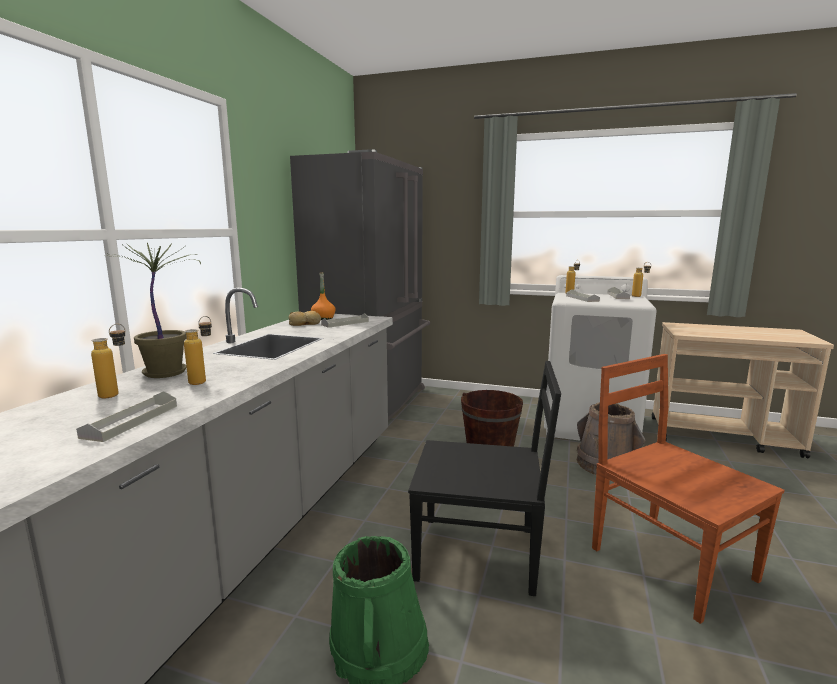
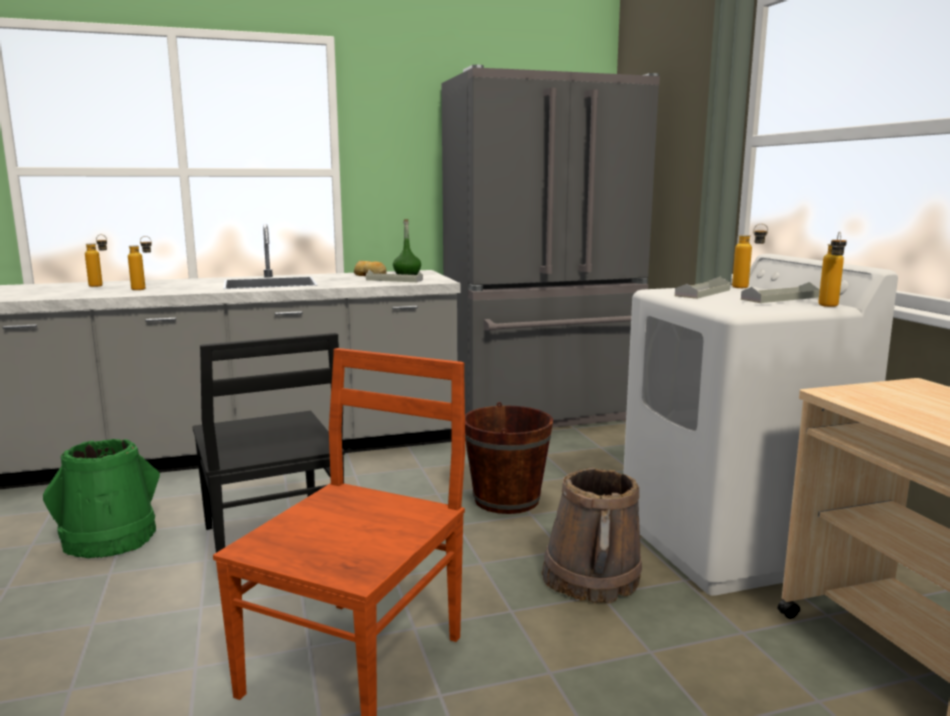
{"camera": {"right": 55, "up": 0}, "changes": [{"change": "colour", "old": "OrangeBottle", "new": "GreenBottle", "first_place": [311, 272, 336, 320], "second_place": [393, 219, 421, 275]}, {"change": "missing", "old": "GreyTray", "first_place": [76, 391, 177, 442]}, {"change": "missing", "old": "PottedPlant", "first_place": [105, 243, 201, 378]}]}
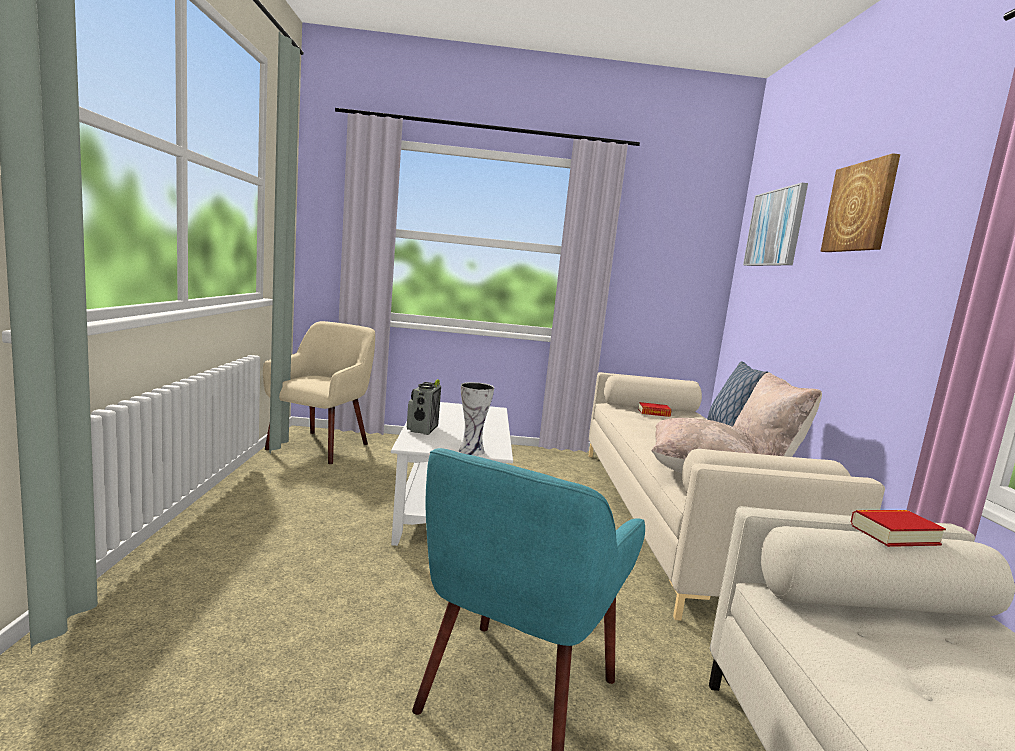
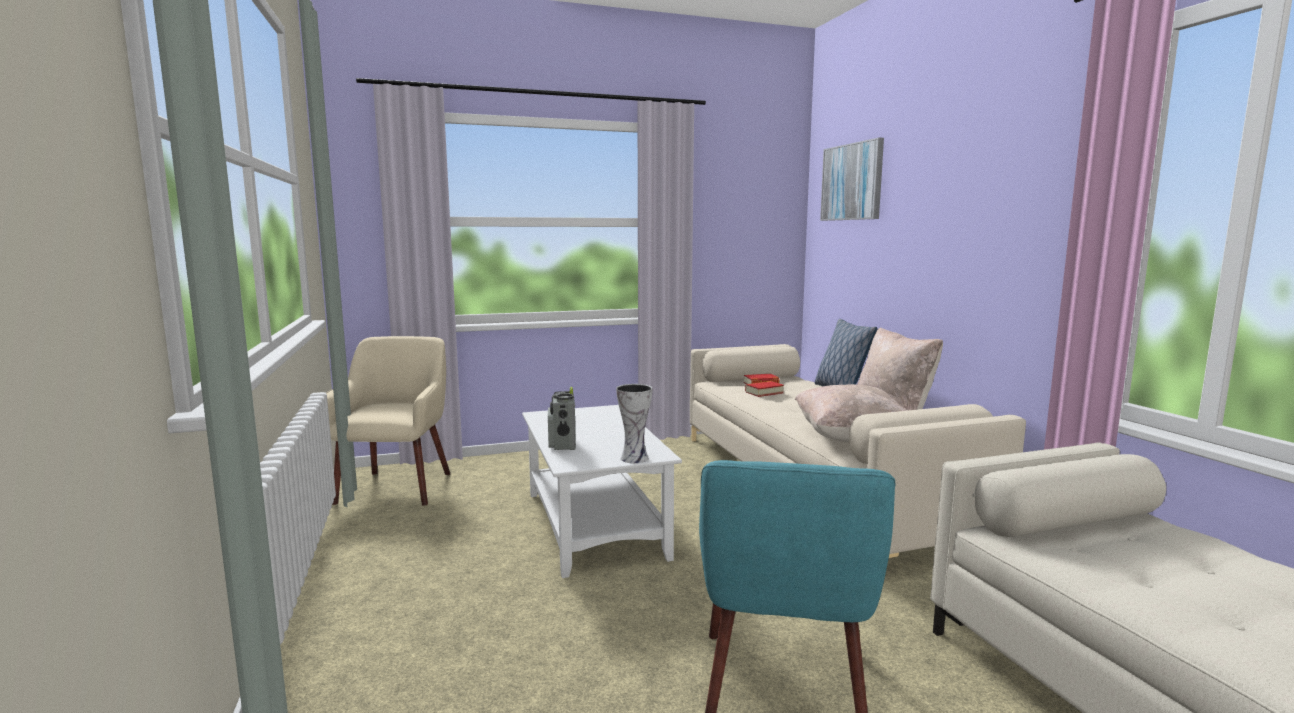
{"camera": {"right": -15, "up": 0}, "changes": [{"change": "relocated", "old": "Book", "first_place": [850, 510, 946, 547], "second_place": [745, 381, 784, 397]}, {"change": "missing", "old": "Picture", "first_place": [820, 153, 900, 252]}]}
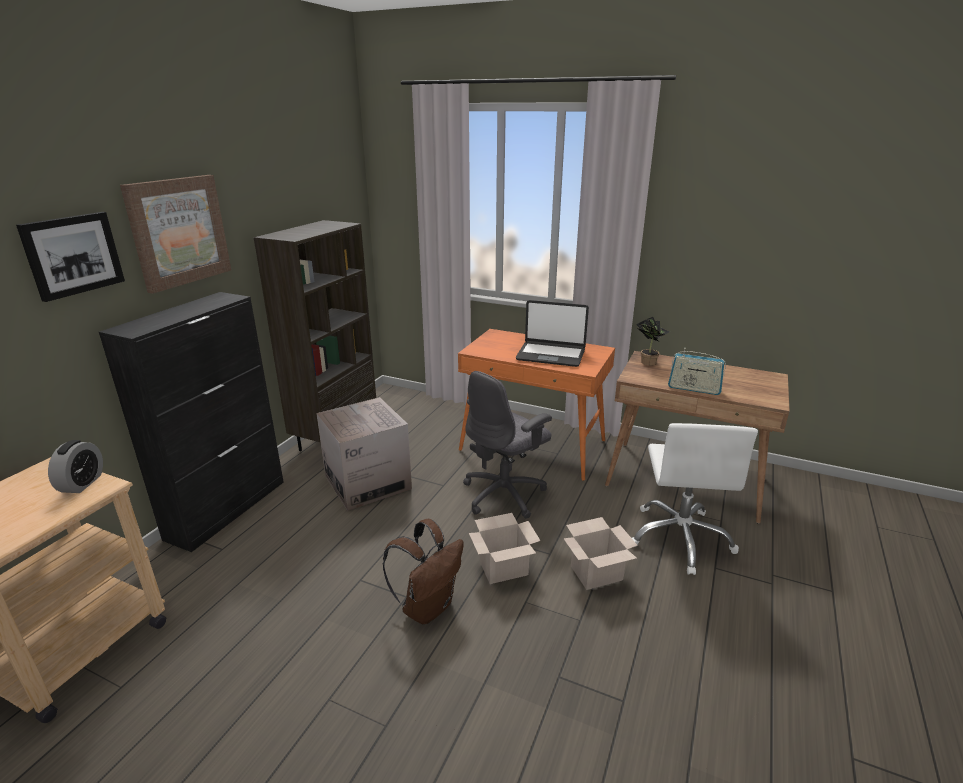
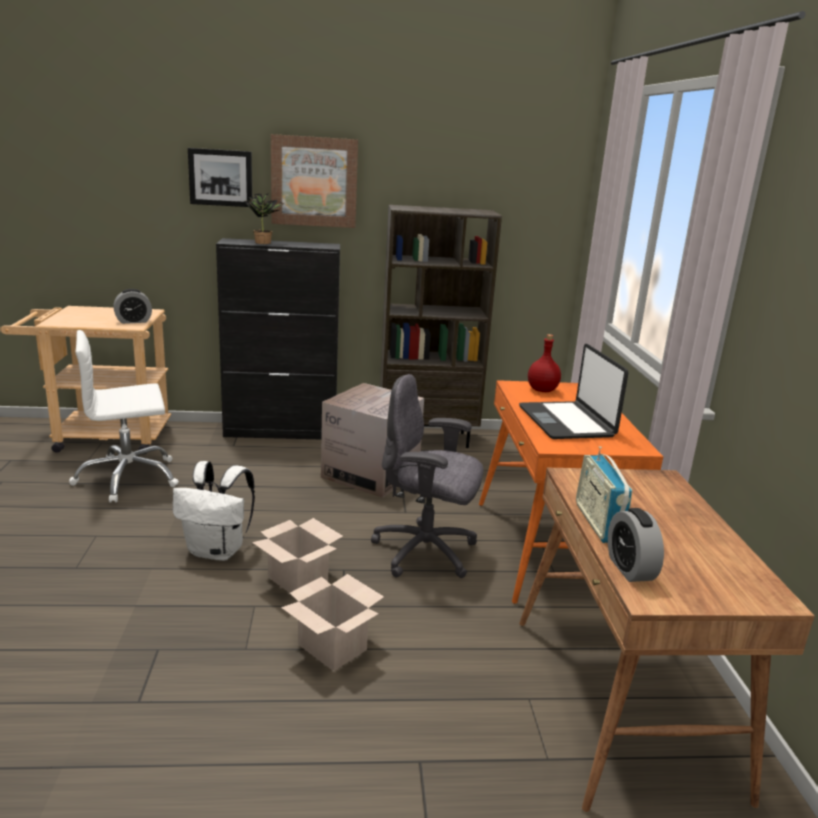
{"camera": {"right": 60, "up": -5}, "changes": [{"change": "relocated", "old": "WhiteOfficeChair", "first_place": [632, 423, 758, 575], "second_place": [69, 330, 179, 503]}, {"change": "colour", "old": "BrownBackpack", "new": "WhiteBackpack", "first_place": [382, 519, 464, 624], "second_place": [173, 461, 255, 561]}, {"change": "relocated", "old": "PottedPlant", "first_place": [636, 317, 670, 366], "second_place": [244, 193, 284, 244]}, {"change": "appeared", "new": "RedBottle", "second_place": [528, 334, 561, 392]}, {"change": "appeared", "new": "AlarmClock", "second_place": [608, 508, 664, 582]}]}
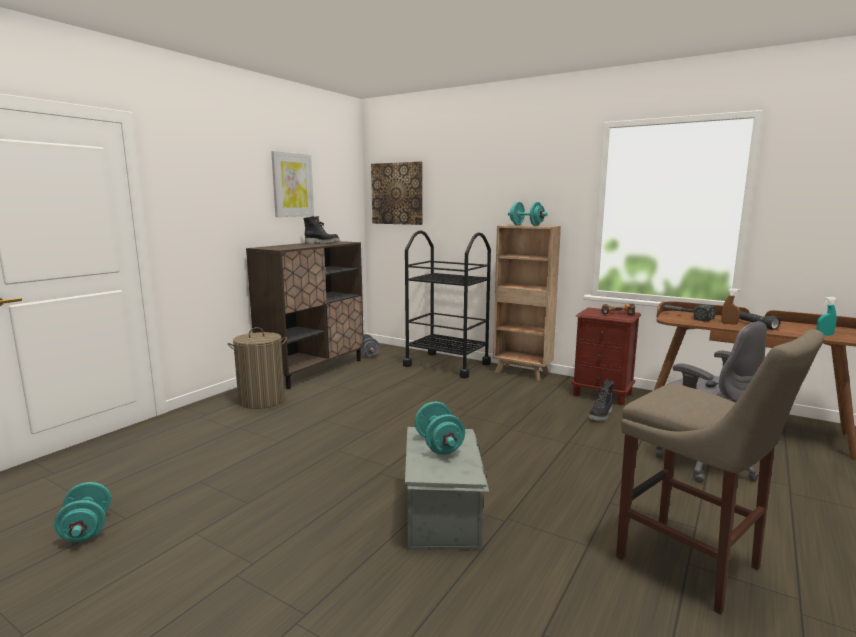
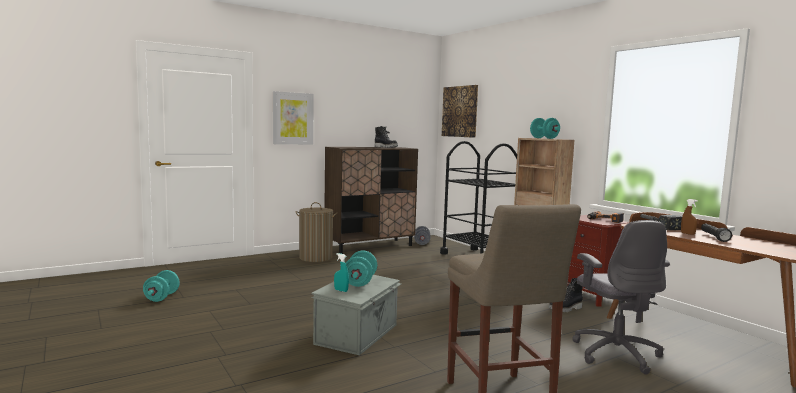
{"camera": {"right": 25, "up": -5}, "changes": [{"change": "relocated", "old": "Picture", "first_place": [271, 151, 314, 217], "second_place": [273, 91, 314, 145]}, {"change": "relocated", "old": "TurquoiseSprayBottle", "first_place": [816, 297, 837, 336], "second_place": [334, 253, 349, 292]}]}
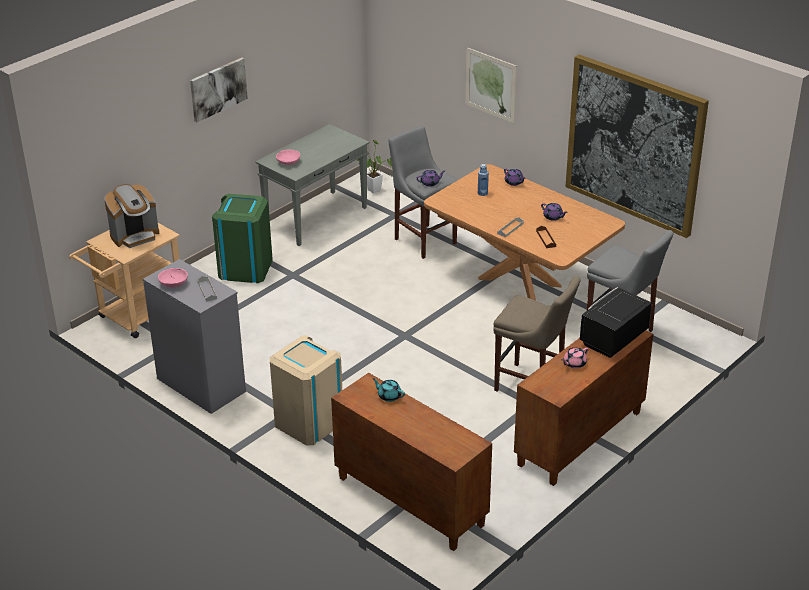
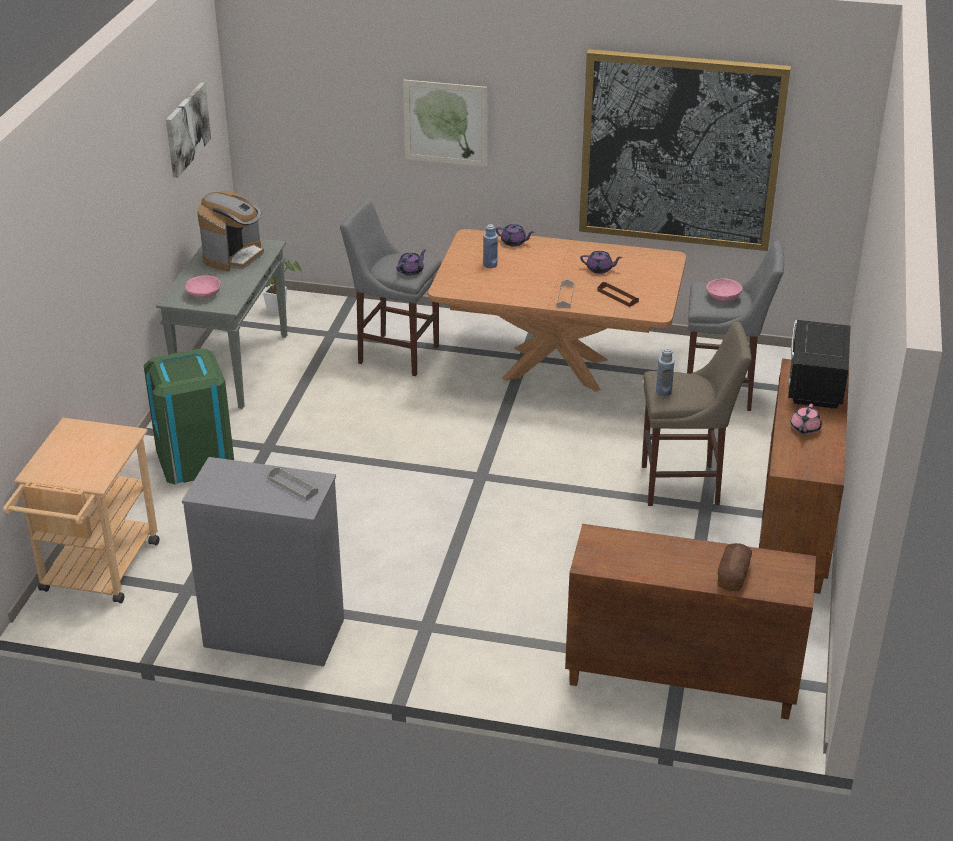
{"camera": {"right": -30, "up": 0}, "changes": [{"change": "relocated", "old": "Picture", "first_place": [190, 58, 248, 122], "second_place": [166, 82, 211, 178]}, {"change": "relocated", "old": "CoffeeMachine", "first_place": [104, 184, 159, 248], "second_place": [197, 191, 264, 272]}, {"change": "appeared", "new": "BlueBottle", "second_place": [656, 348, 675, 396]}, {"change": "relocated", "old": "PinkBowl", "first_place": [158, 268, 188, 288], "second_place": [706, 278, 743, 301]}, {"change": "appeared", "new": "Bread", "second_place": [717, 543, 752, 591]}, {"change": "missing", "old": "BeigeTrashCan", "first_place": [270, 336, 342, 446]}, {"change": "missing", "old": "TurquoiseTeapot", "first_place": [372, 378, 405, 402]}]}
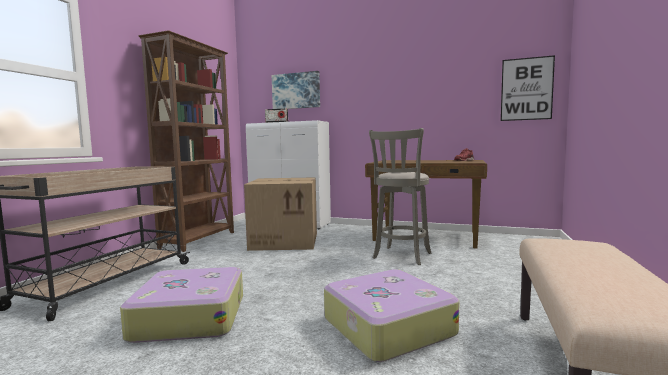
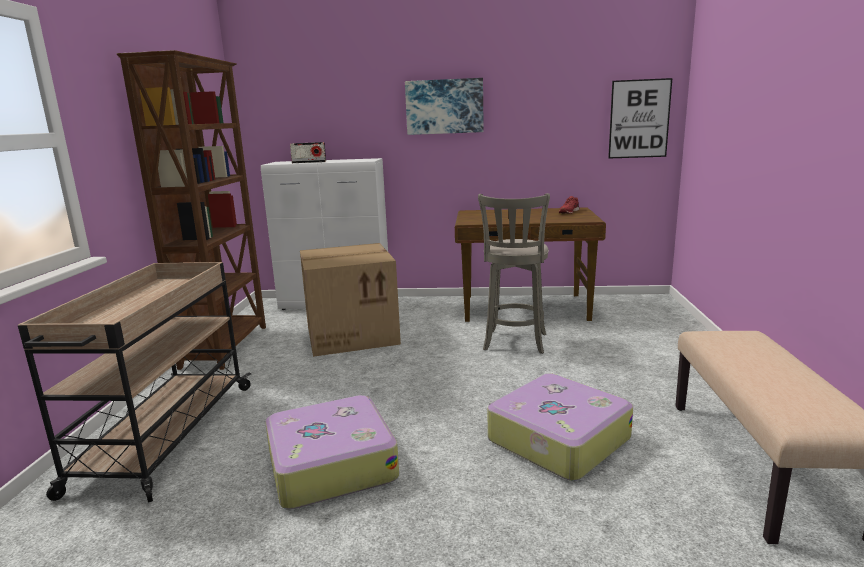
{"camera": {"right": -15, "up": 10}, "changes": [{"change": "relocated", "old": "Picture", "first_place": [272, 71, 320, 109], "second_place": [405, 78, 484, 135]}]}
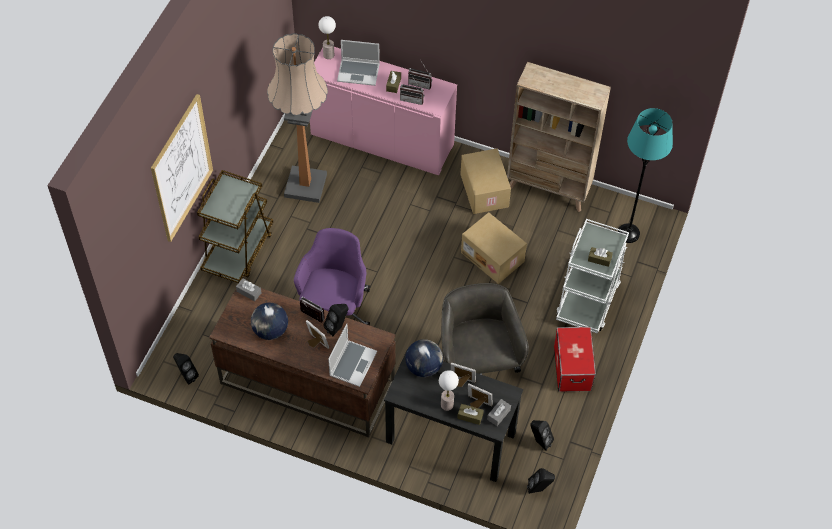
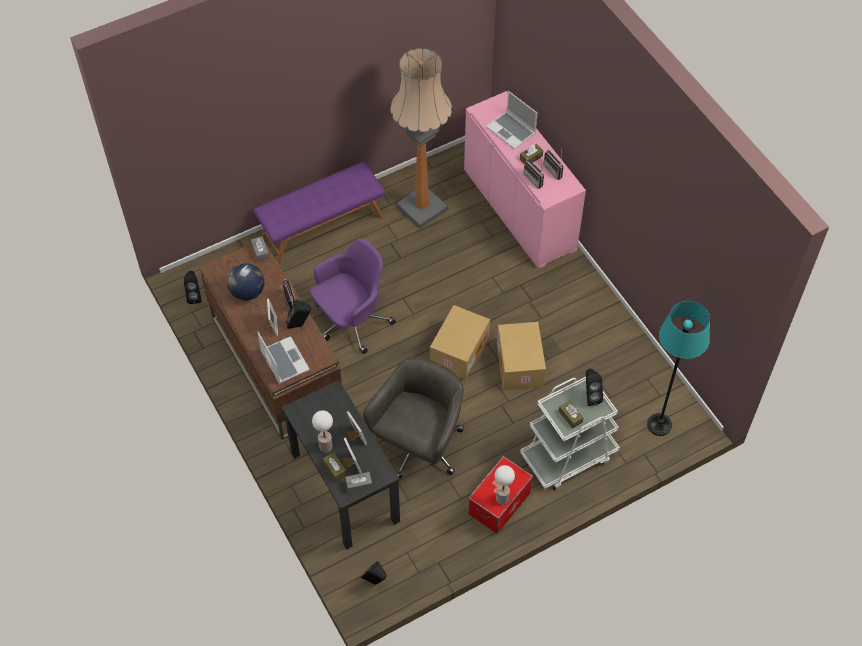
{"camera": {"right": 40, "up": 0}, "changes": [{"change": "exchanged", "old": "BrownCart", "new": "PurpleBench", "first_place": [197, 170, 273, 283], "second_place": [254, 162, 385, 264]}, {"change": "spun", "old": "Laptop", "first_place": [328, 324, 377, 387], "second_place": [257, 332, 310, 384], "degrees": -90}, {"change": "relocated", "old": "CardboardBox", "first_place": [460, 148, 511, 214], "second_place": [430, 305, 490, 380]}, {"change": "relocated", "old": "TableLamp", "first_place": [319, 16, 336, 59], "second_place": [495, 465, 515, 505]}, {"change": "relocated", "old": "BlackSpeaker", "first_place": [530, 420, 554, 450], "second_place": [586, 369, 603, 406]}, {"change": "missing", "old": "Picture", "first_place": [151, 94, 213, 242]}, {"change": "missing", "old": "Globe", "first_place": [405, 339, 443, 377]}, {"change": "missing", "old": "BeigeBookcase", "first_place": [507, 62, 611, 212]}]}
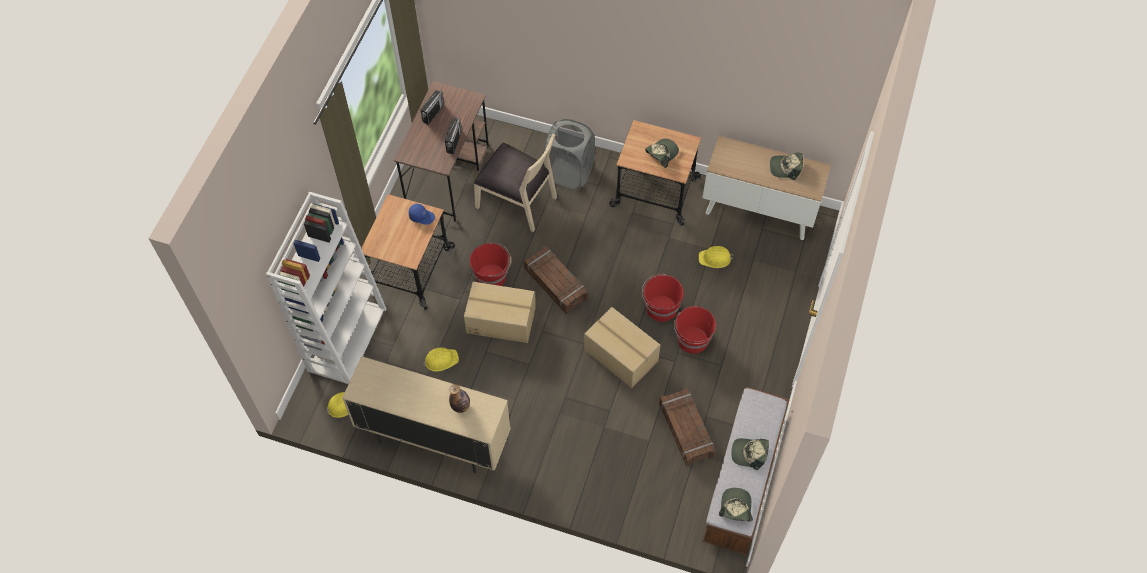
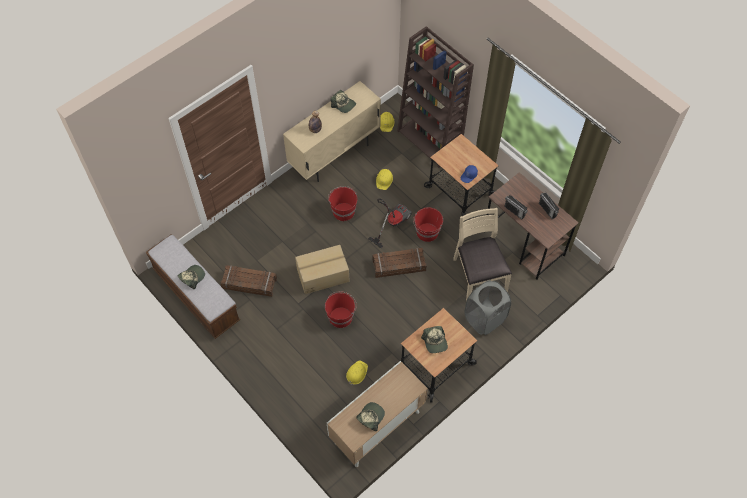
{"camera": {"right": 120, "up": 0}, "changes": [{"change": "relocated", "old": "RedBucket", "first_place": [674, 306, 716, 354], "second_place": [328, 186, 357, 221]}, {"change": "relocated", "old": "Cap", "first_place": [719, 488, 753, 522], "second_place": [330, 90, 356, 113]}, {"change": "exchanged", "old": "CardboardBox", "new": "VacuumCleaner", "first_place": [464, 282, 536, 343], "second_place": [368, 198, 412, 248]}, {"change": "colour", "old": "WhiteBookcase", "new": "BrownBookcase", "first_place": [266, 192, 387, 384], "second_place": [397, 26, 474, 168]}, {"change": "spun", "old": "BeigeChair", "first_place": [474, 134, 557, 232], "second_place": [453, 208, 512, 301], "degrees": 105}]}
